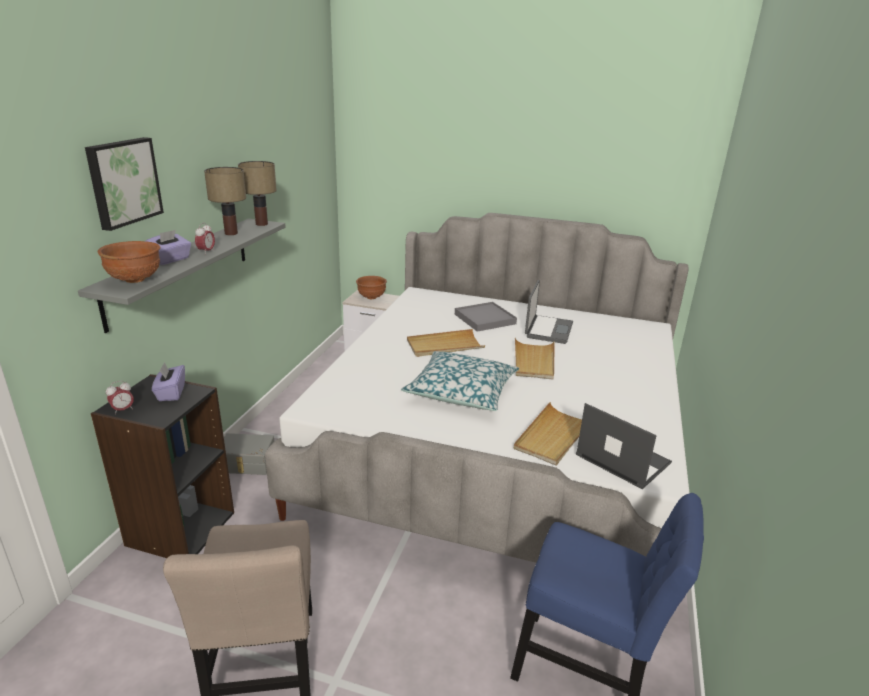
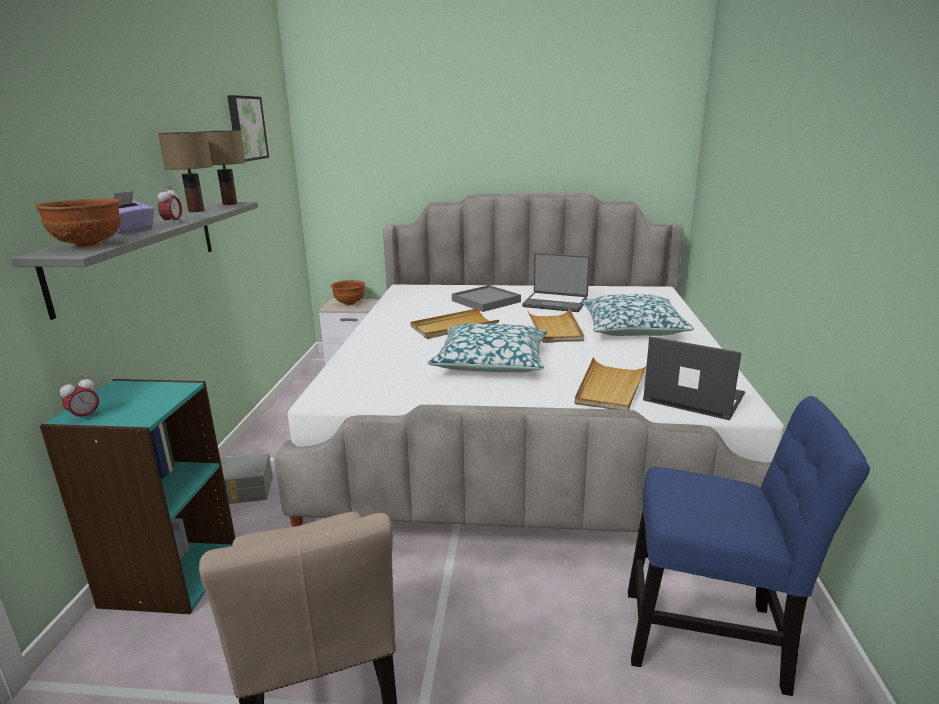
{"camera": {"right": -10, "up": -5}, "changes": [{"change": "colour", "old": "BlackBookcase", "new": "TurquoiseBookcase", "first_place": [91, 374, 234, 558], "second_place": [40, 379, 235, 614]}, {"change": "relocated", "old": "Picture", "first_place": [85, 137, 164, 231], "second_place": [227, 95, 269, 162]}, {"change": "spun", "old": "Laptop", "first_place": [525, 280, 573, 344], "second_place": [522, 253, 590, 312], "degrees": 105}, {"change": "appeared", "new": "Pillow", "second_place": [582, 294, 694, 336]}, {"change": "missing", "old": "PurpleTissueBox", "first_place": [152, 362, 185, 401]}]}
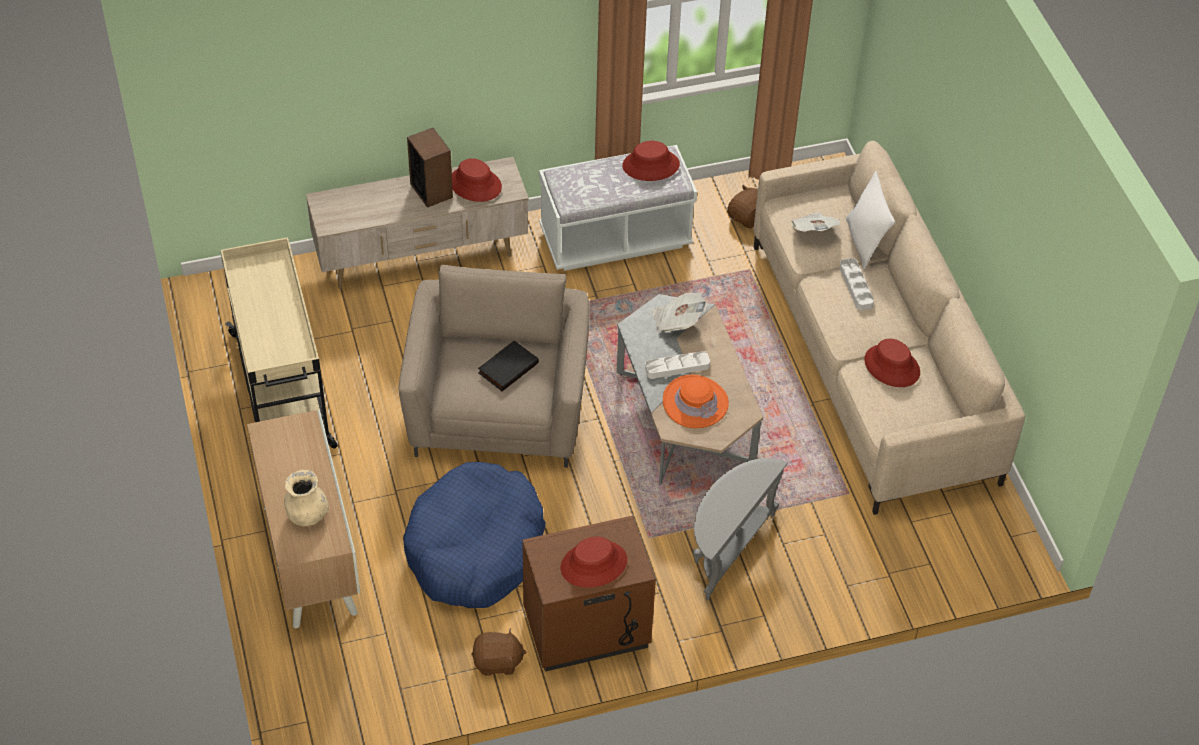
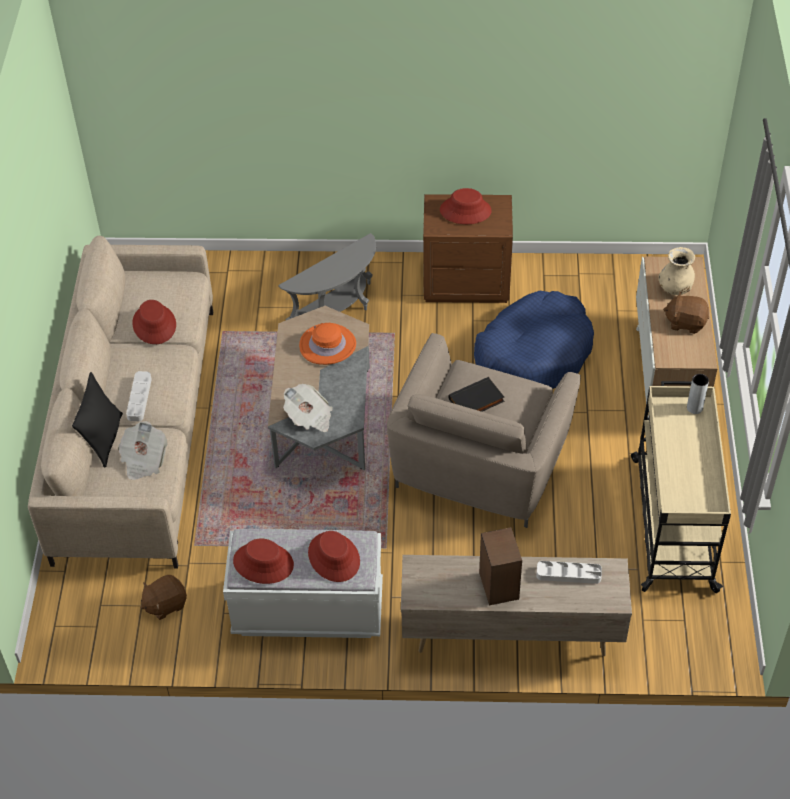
{"camera": {"right": -160, "up": 0}, "changes": [{"change": "colour", "old": "WhitePillow", "new": "BlackPillow", "first_place": [846, 171, 895, 269], "second_place": [72, 372, 123, 467]}, {"change": "relocated", "old": "RedHat", "first_place": [452, 158, 502, 202], "second_place": [308, 531, 360, 582]}, {"change": "relocated", "old": "WhiteTray", "first_place": [645, 351, 710, 379], "second_place": [537, 561, 602, 584]}, {"change": "relocated", "old": "BrownPlushToy", "first_place": [471, 628, 527, 676], "second_place": [663, 291, 709, 334]}, {"change": "appeared", "new": "GreyVase", "second_place": [687, 374, 709, 414]}]}
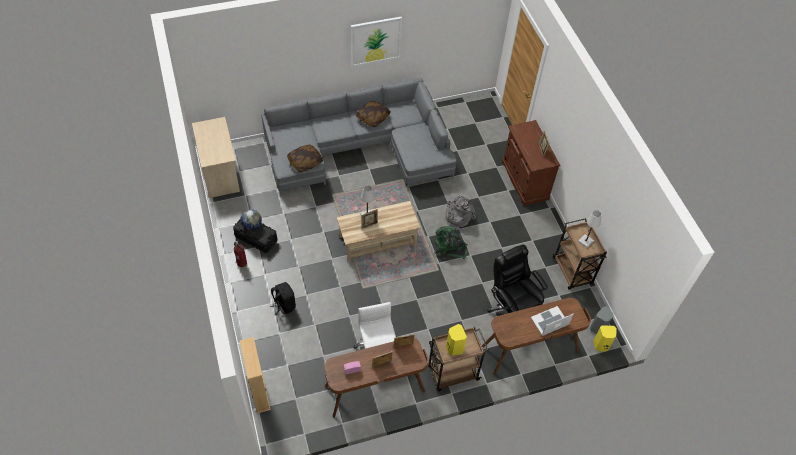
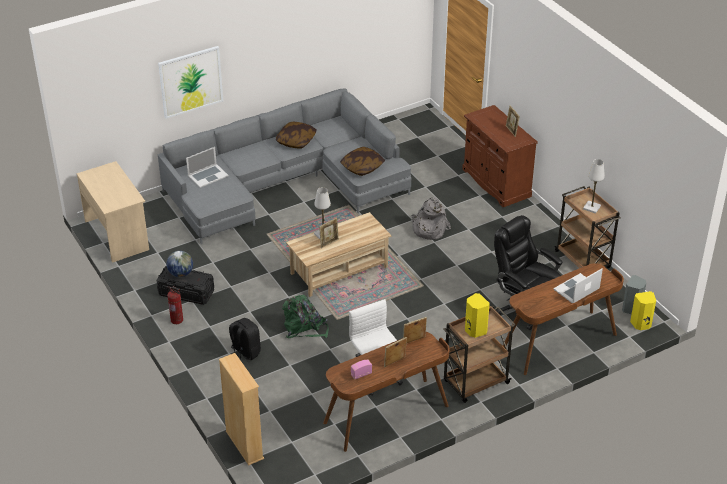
{"camera": {"right": -10, "up": -15}, "changes": [{"change": "relocated", "old": "Picture", "first_place": [351, 17, 402, 66], "second_place": [158, 46, 223, 119]}, {"change": "appeared", "new": "Laptop", "second_place": [186, 147, 229, 188]}, {"change": "relocated", "old": "GreenBackpack", "first_place": [434, 226, 468, 259], "second_place": [282, 295, 328, 338]}, {"change": "relocated", "old": "Pillow", "first_place": [287, 144, 323, 172], "second_place": [340, 147, 385, 176]}]}
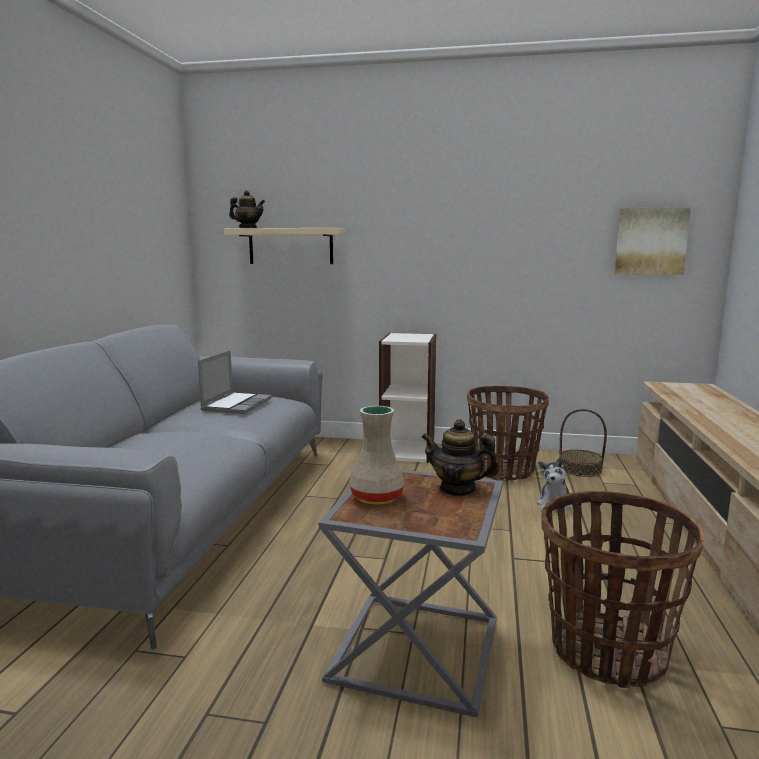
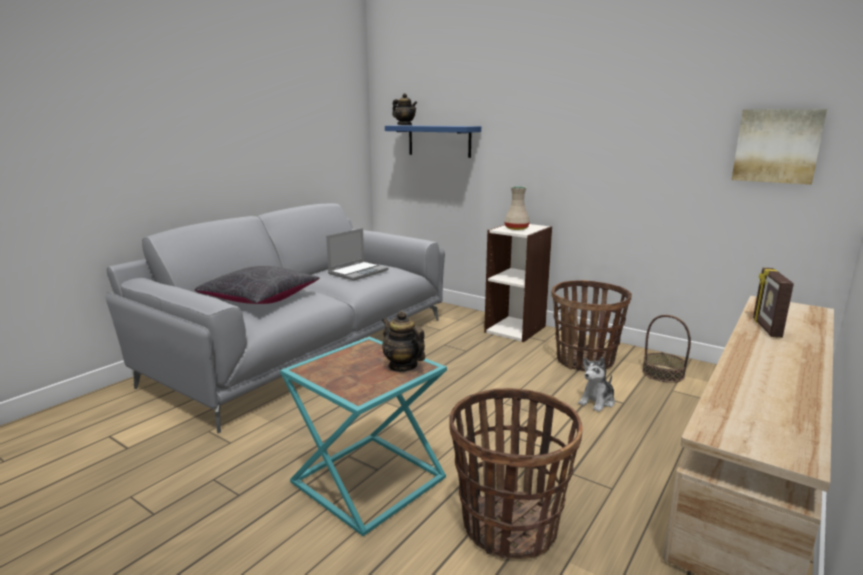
{"camera": {"right": 25, "up": 5}, "changes": [{"change": "appeared", "new": "BlackPillow", "second_place": [194, 266, 319, 304]}, {"change": "colour", "old": "GreySideTable", "new": "TurquoiseSideTable", "first_place": [319, 470, 503, 718], "second_place": [280, 337, 447, 536]}, {"change": "colour", "old": "BeigeShelf", "new": "BlueShelf", "first_place": [224, 228, 345, 264], "second_place": [385, 125, 481, 158]}, {"change": "relocated", "old": "BeigeVase", "first_place": [349, 406, 405, 504], "second_place": [504, 186, 530, 230]}, {"change": "appeared", "new": "PictureFrame", "second_place": [753, 268, 794, 338]}]}
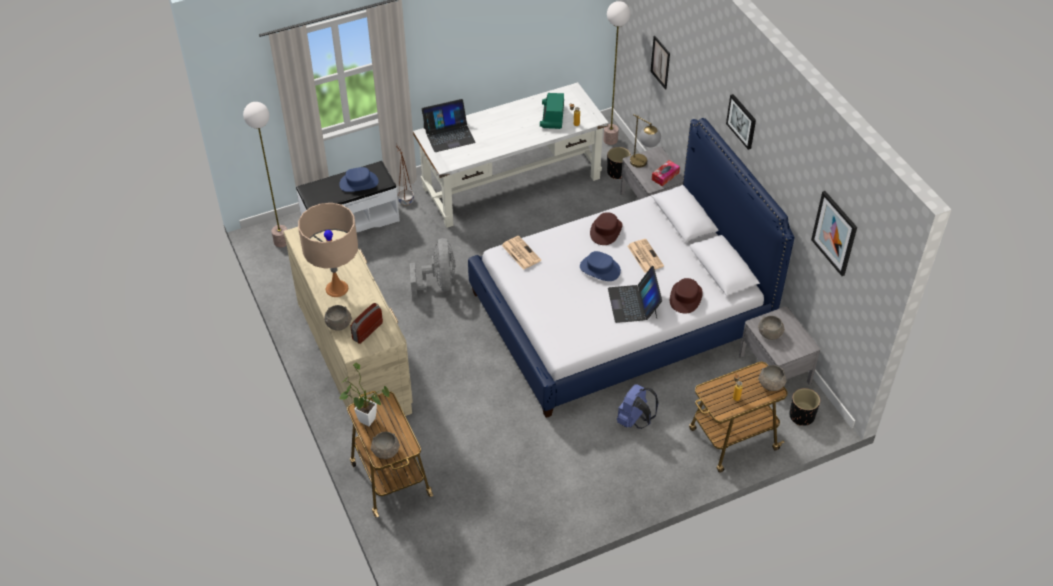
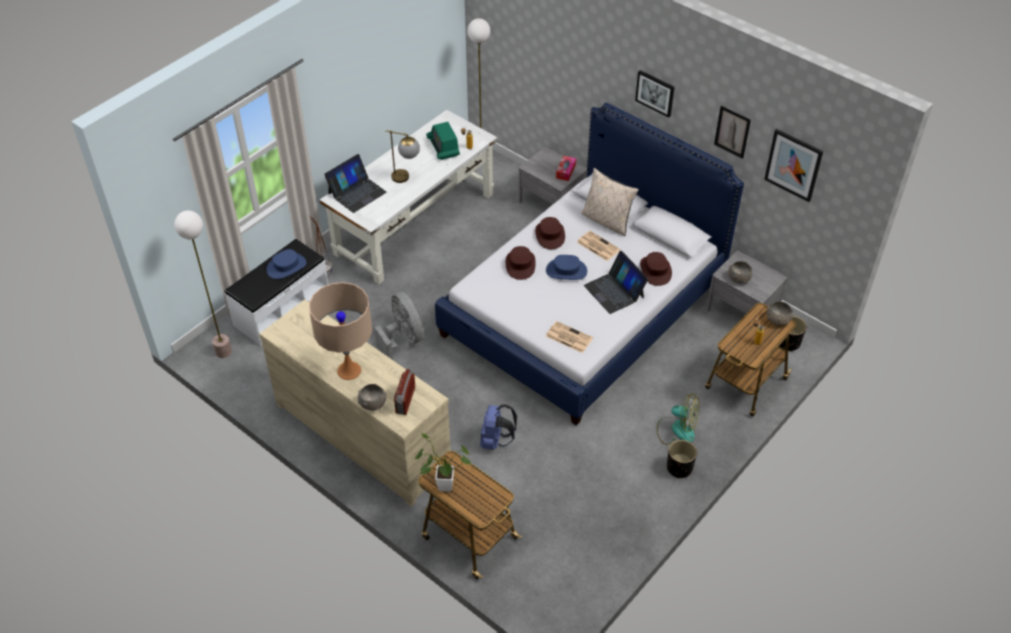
{"camera": {"right": -25, "up": 0}, "changes": [{"change": "relocated", "old": "TableLamp", "first_place": [630, 114, 661, 168], "second_place": [386, 130, 420, 183]}, {"change": "relocated", "old": "BlueBackpack", "first_place": [617, 384, 659, 429], "second_place": [480, 404, 517, 450]}, {"change": "appeared", "new": "BrownHat", "second_place": [505, 246, 536, 280]}, {"change": "relocated", "old": "Newspaper", "first_place": [502, 236, 541, 270], "second_place": [546, 321, 593, 353]}, {"change": "appeared", "new": "BeigePillow", "second_place": [581, 168, 639, 236]}, {"change": "appeared", "new": "Fan", "second_place": [657, 394, 699, 445]}, {"change": "relocated", "old": "BlackPlanter", "first_place": [607, 147, 631, 179], "second_place": [667, 440, 697, 478]}, {"change": "relocated", "old": "Picture", "first_place": [651, 36, 670, 90], "second_place": [714, 106, 751, 159]}, {"change": "missing", "old": "GreyBowl", "first_place": [371, 432, 400, 459]}]}
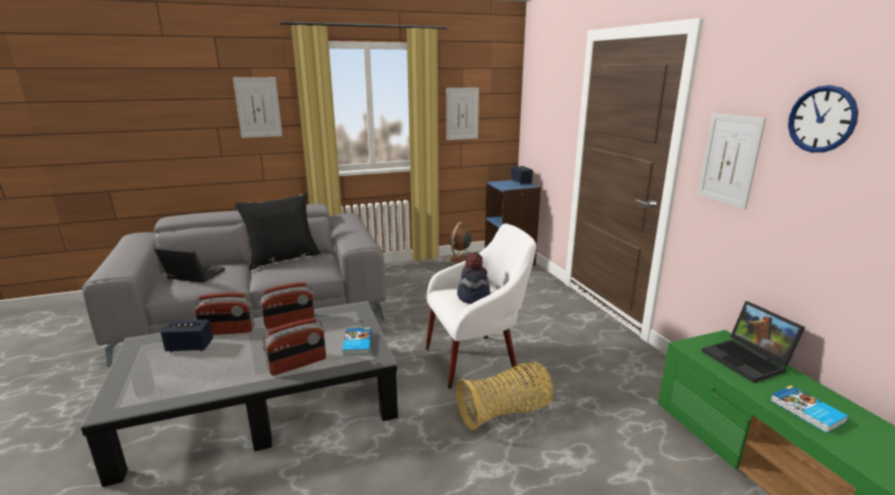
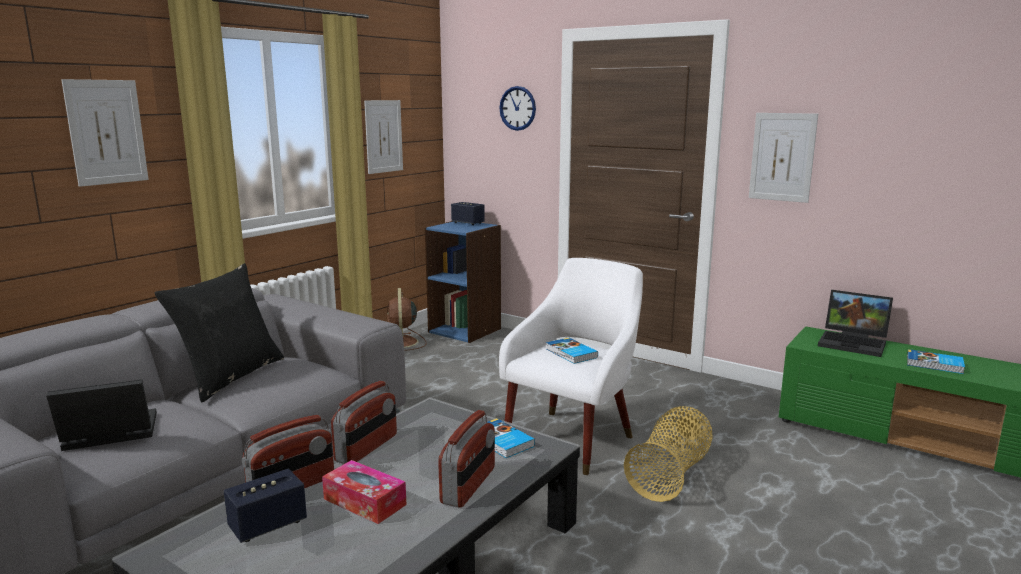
{"camera": {"right": -35, "up": -5}, "changes": [{"change": "appeared", "new": "TissueBox", "second_place": [322, 460, 407, 524]}, {"change": "relocated", "old": "WallClock", "first_place": [788, 85, 858, 153], "second_place": [499, 86, 536, 131]}, {"change": "exchanged", "old": "Hat", "new": "Book", "first_place": [457, 252, 491, 304], "second_place": [546, 338, 598, 364]}]}
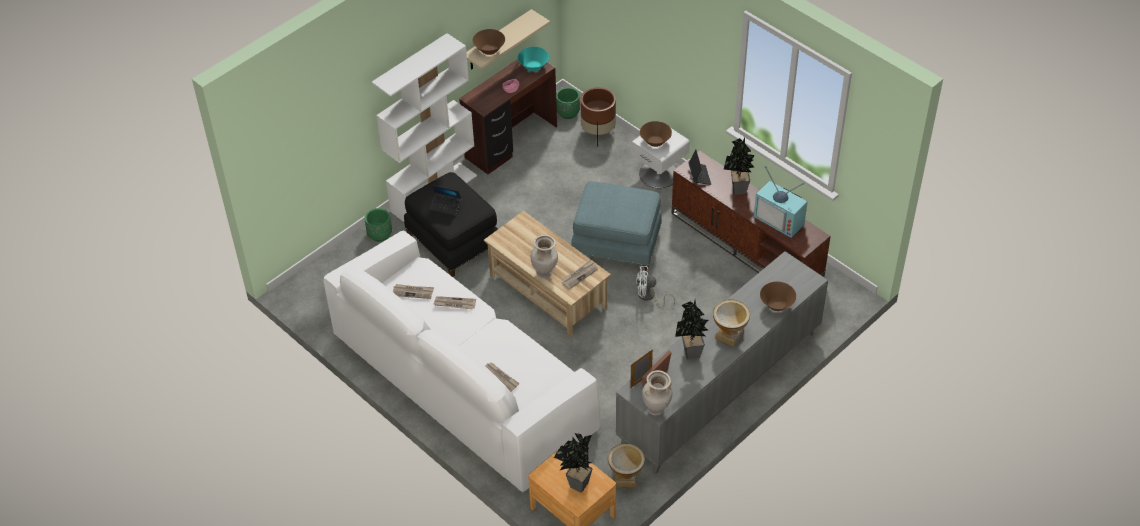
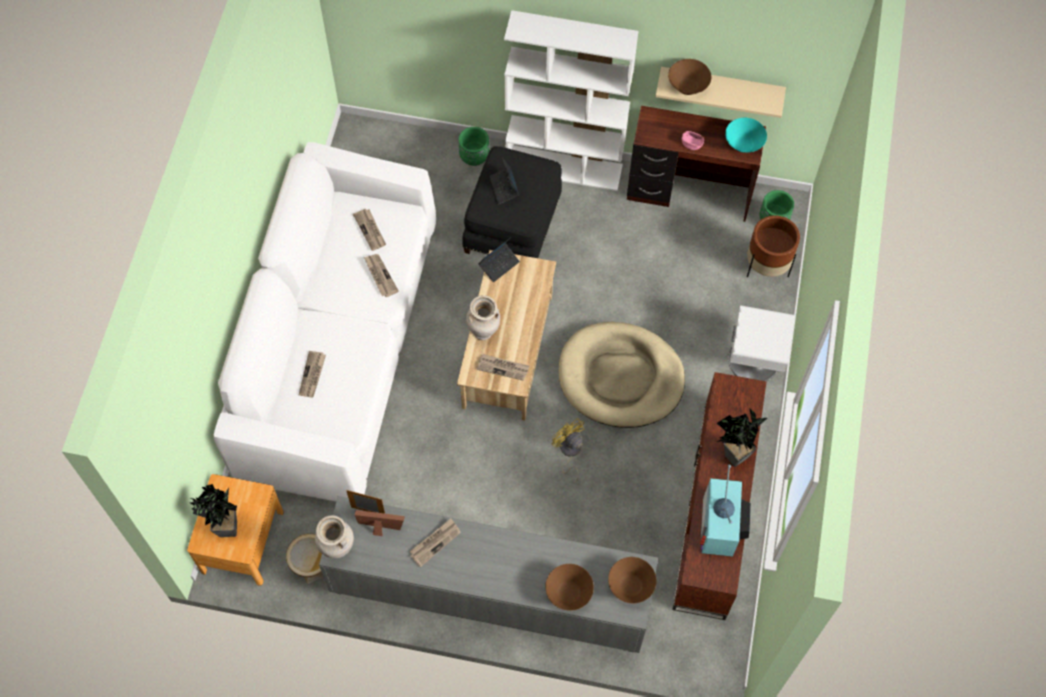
{"camera": {"right": 55, "up": 15}, "changes": [{"change": "exchanged", "old": "PottedPlant", "new": "Newspaper", "first_place": [675, 300, 709, 359], "second_place": [410, 519, 461, 567]}, {"change": "relocated", "old": "Laptop", "first_place": [689, 150, 711, 185], "second_place": [478, 238, 520, 282]}, {"change": "colour", "old": "WhiteFan", "new": "YellowFan", "first_place": [636, 266, 675, 308], "second_place": [552, 418, 585, 484]}, {"change": "exchanged", "old": "BlueOttoman", "new": "BeigeDogBed", "first_place": [571, 181, 662, 271], "second_place": [559, 322, 685, 428]}, {"change": "relocated", "old": "BrownBowl", "first_place": [640, 121, 672, 147], "second_place": [608, 557, 656, 603]}, {"change": "missing", "old": "Vase", "first_place": [713, 300, 750, 347]}]}
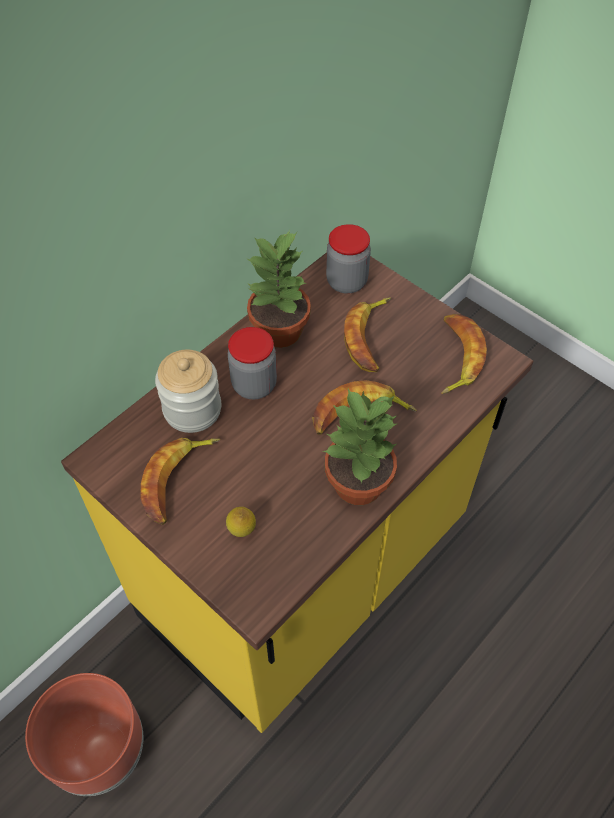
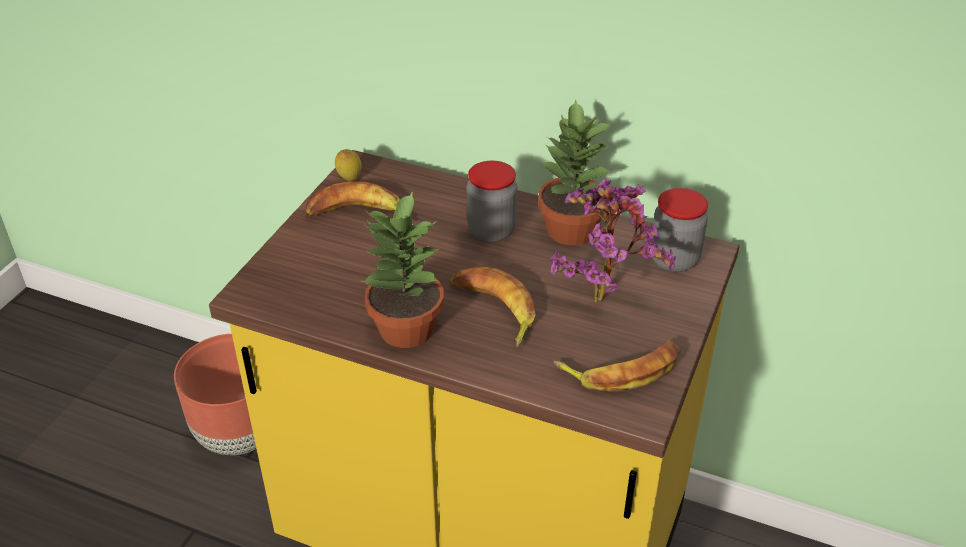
{"camera": {"right": 70, "up": -15}, "changes": [{"change": "relocated", "old": "Lemon", "first_place": [226, 507, 256, 537], "second_place": [335, 149, 362, 181]}, {"change": "exchanged", "old": "Banana", "new": "PottedPlant", "first_place": [344, 297, 391, 372], "second_place": [549, 179, 676, 302]}, {"change": "missing", "old": "Jar", "first_place": [155, 350, 221, 433]}]}
